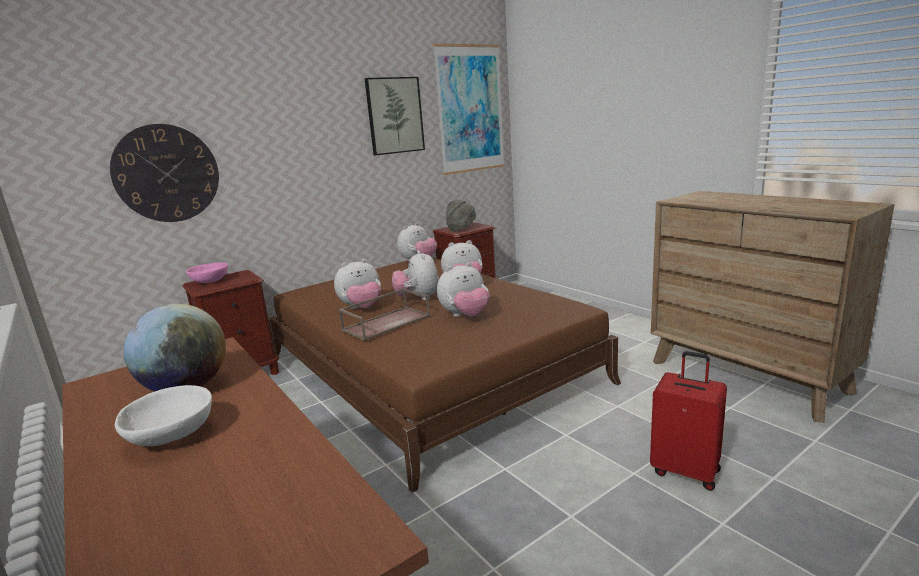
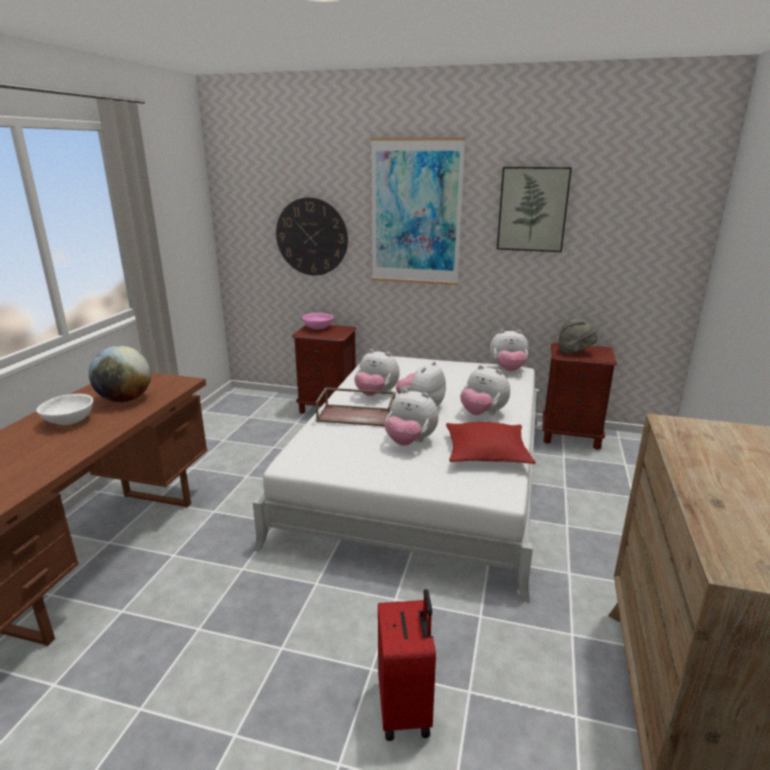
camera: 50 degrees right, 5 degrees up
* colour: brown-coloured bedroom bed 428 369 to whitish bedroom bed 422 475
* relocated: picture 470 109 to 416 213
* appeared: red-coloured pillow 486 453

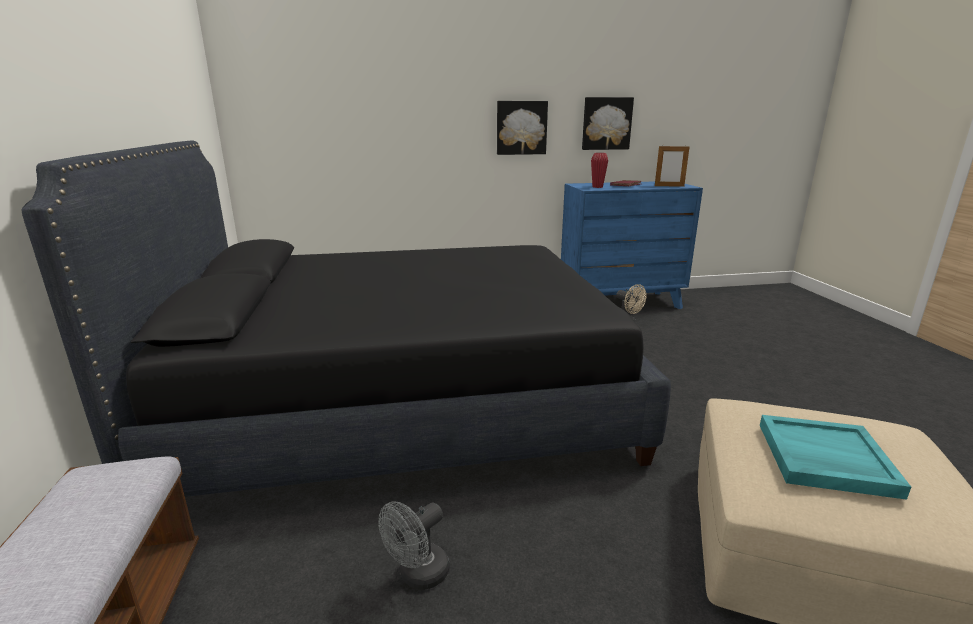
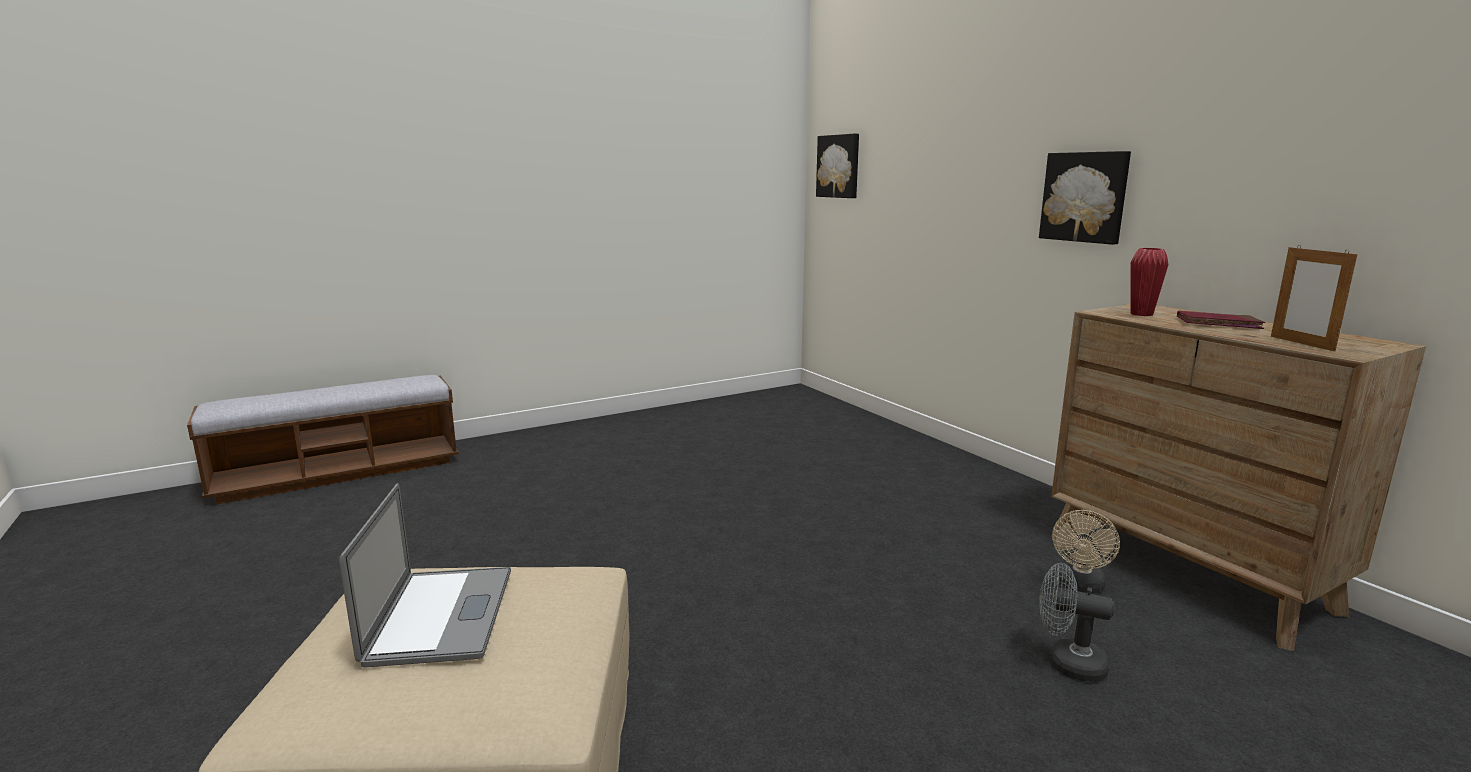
camera: 70 degrees right, 5 degrees down
* exchanged: turquoise-coloured tray 824 459 to laptop 441 615
* relocated: picture 606 123 to 839 166
* relocated: grey cooling fan 418 575 to 1067 663
* colour: bluish chest of drawers 620 303 to brown-coloured chest of drawers 1186 572
* missing: black-coloured bedroom bed 404 401

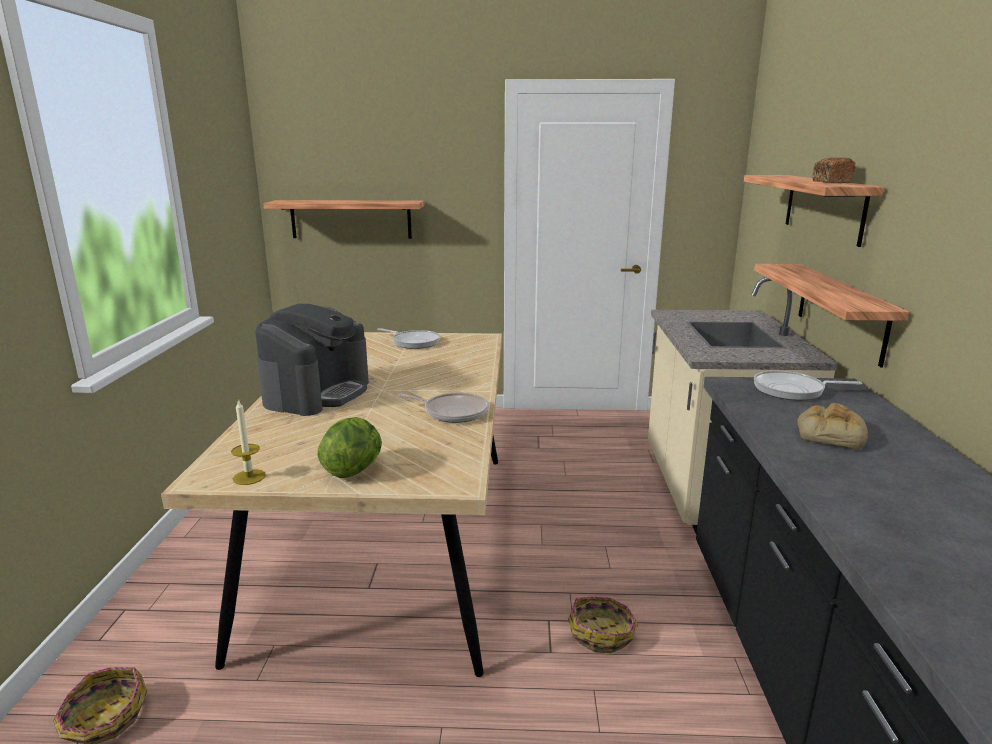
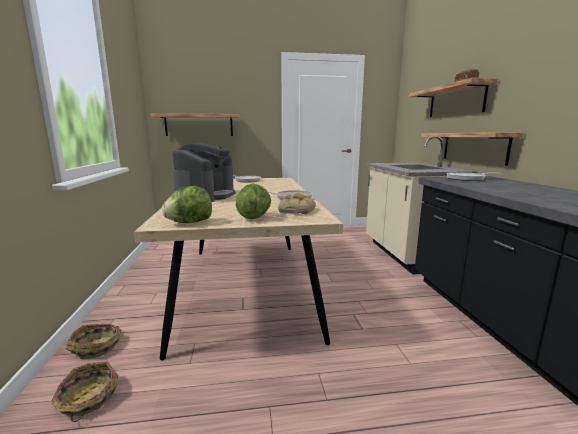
camera: 10 degrees left, 5 degrees down
* relocated: storage basket 602 633 to 97 346
* exchanged: candle 249 477 to lettuce head 189 223
* relocated: baked bread 829 434 to 296 210

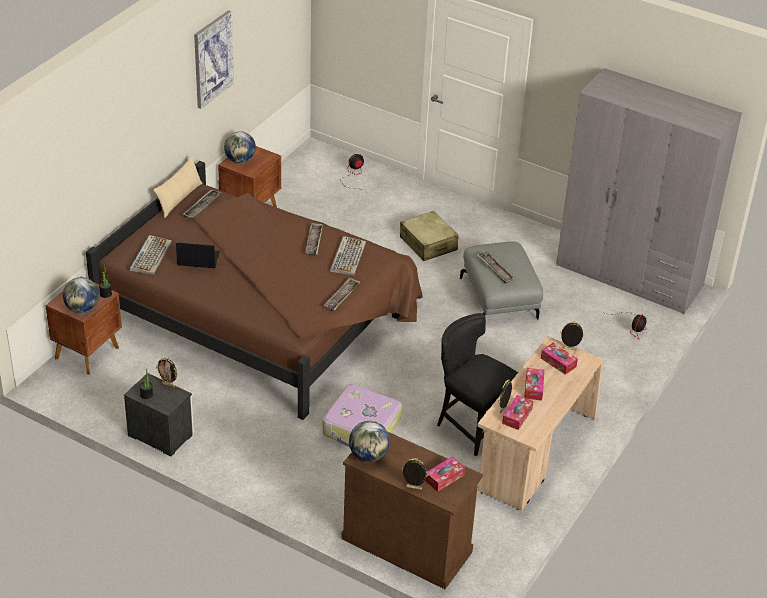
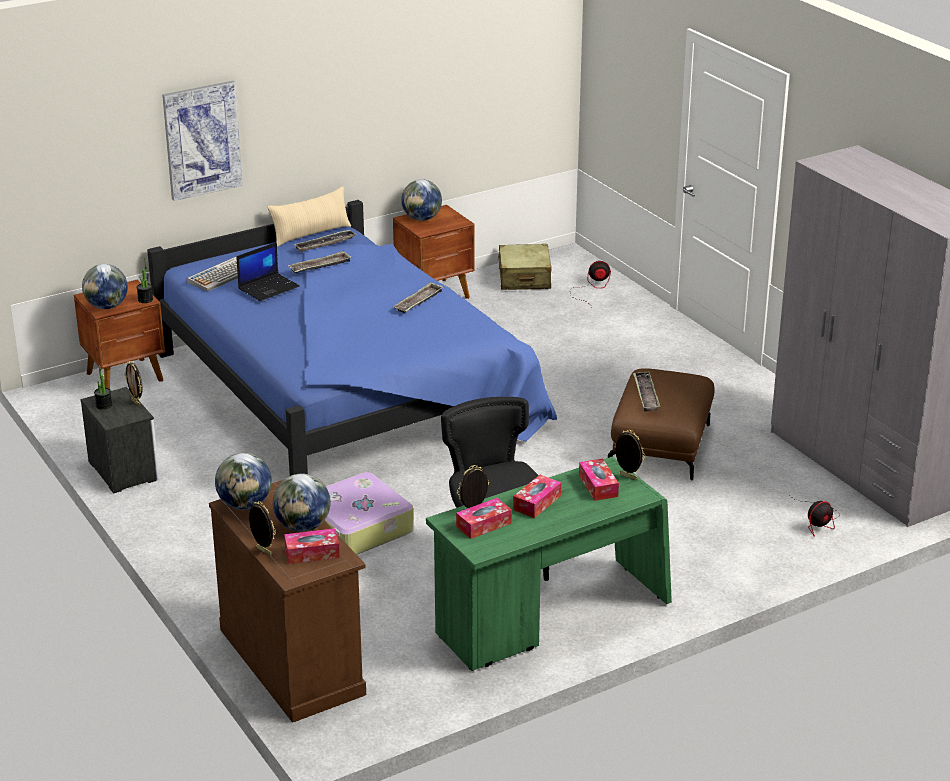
camera: 30 degrees right, 10 degrees down
* colour: brown-coloured bedroom bed 260 317 to bluish bedroom bed 347 392
* relocated: picture 212 59 to 202 140
* spun: laptop 197 259 = 269 287 105 degrees clockwise
* appeared: globe 303 526
* relocated: tray 342 297 to 320 266
* colour: beige-coloured desk 535 453 to green-coloured desk 550 617
* relocated: beige-coloured suitcase 428 244 to 524 278
* colour: grey ottoman 500 298 to brown-coloured ottoman 661 447
* missing: keyboard 347 256

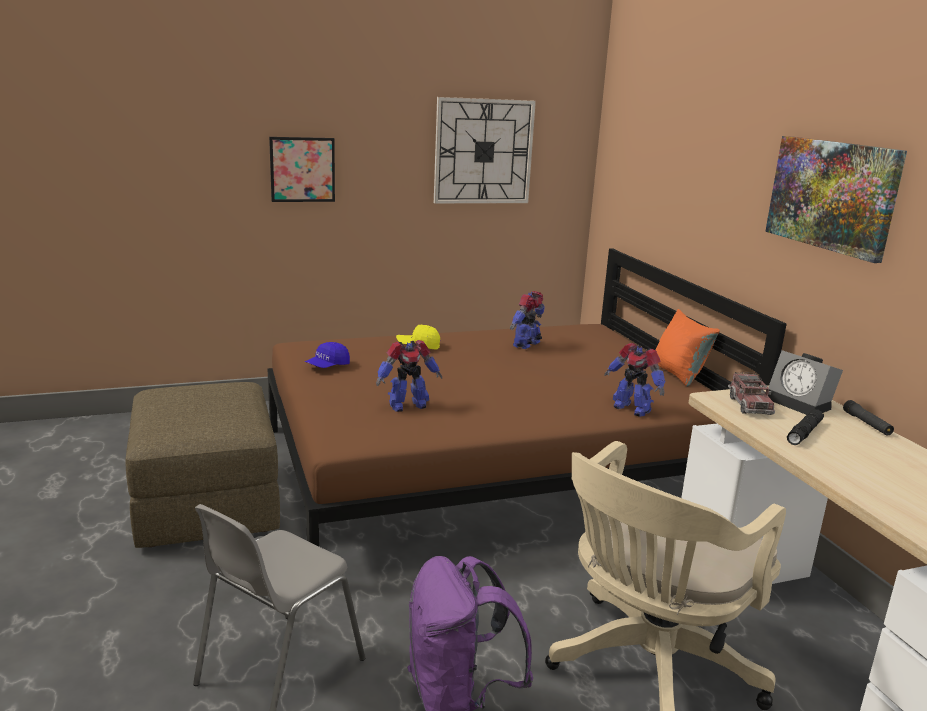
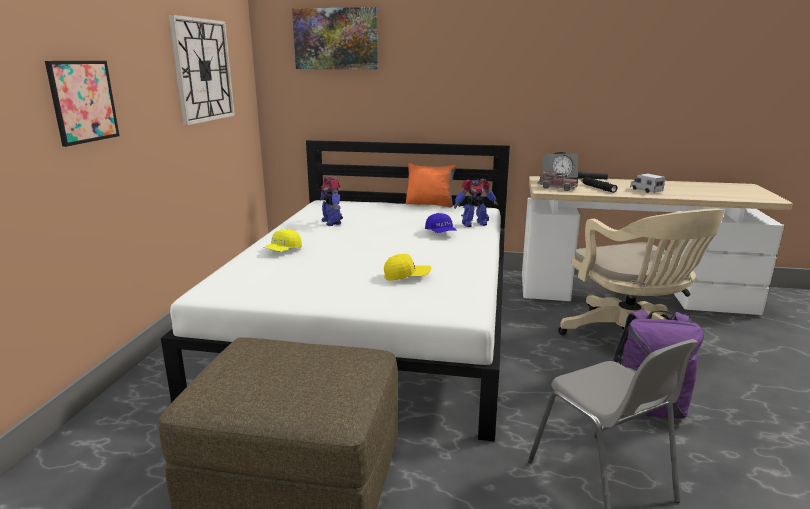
camera: 60 degrees left, 0 degrees up
* colour: brown-coloured bedroom bed 490 470 to whitish bedroom bed 377 321
* relocated: picture 832 195 to 336 39
* exchanged: model robot 407 405 to yellow-coloured peaked cap 407 277
* relocated: bluish peaked cap 327 366 to 441 232
* appeared: toy lorry 645 190

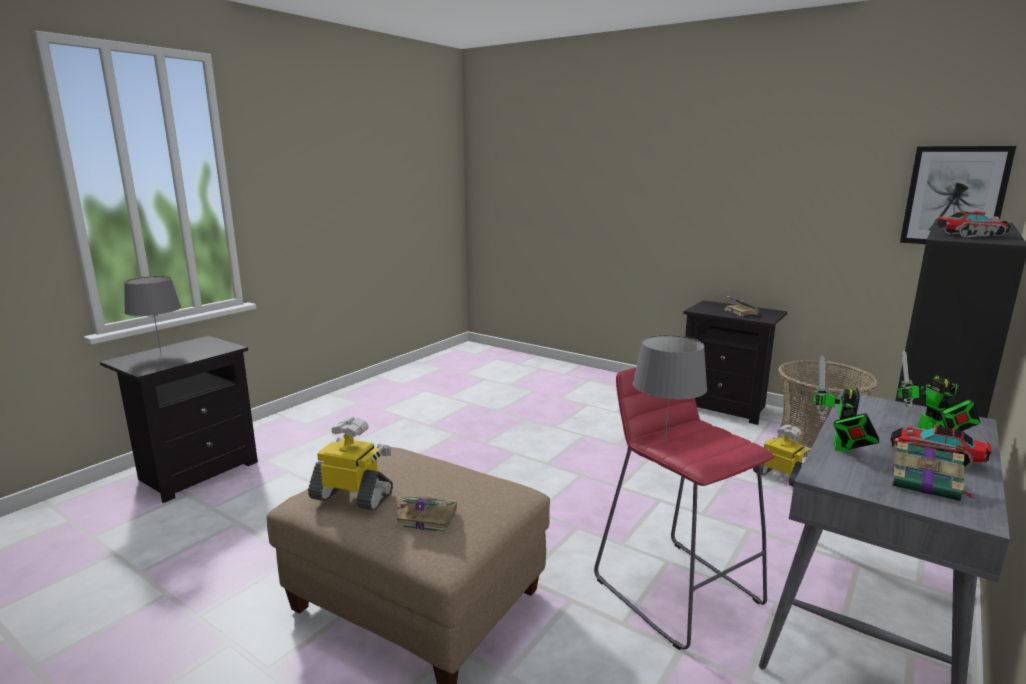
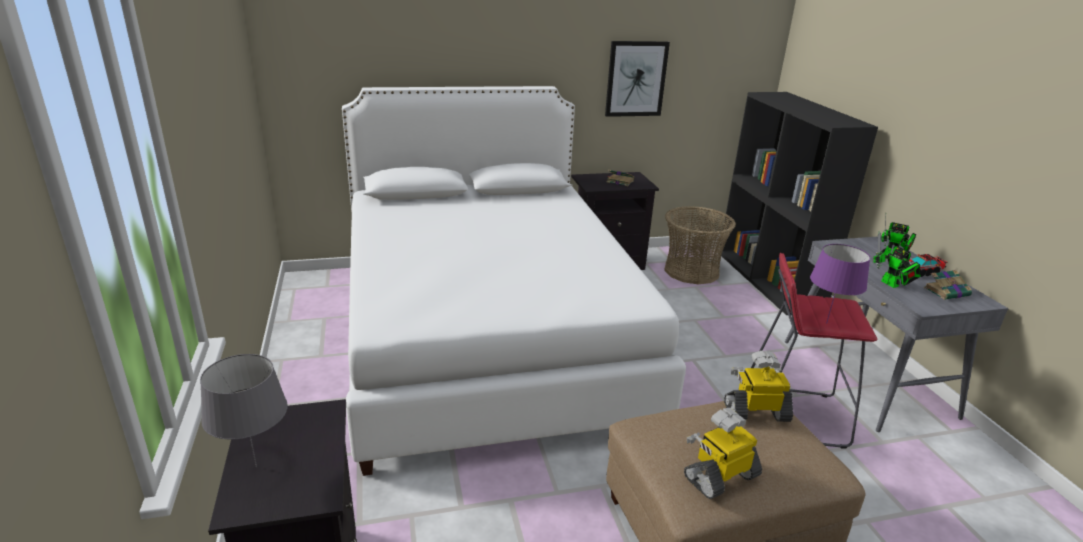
camera: 50 degrees left, 10 degrees up
* appeared: whitish bedroom bed 486 336
* relocated: picture 954 196 to 636 79
* relocated: model robot 782 477 to 756 412
* colour: grey tabletop lamp 664 445 to purple-coloured tabletop lamp 826 323
* missing: book 425 517
* missing: toy lorry 971 235

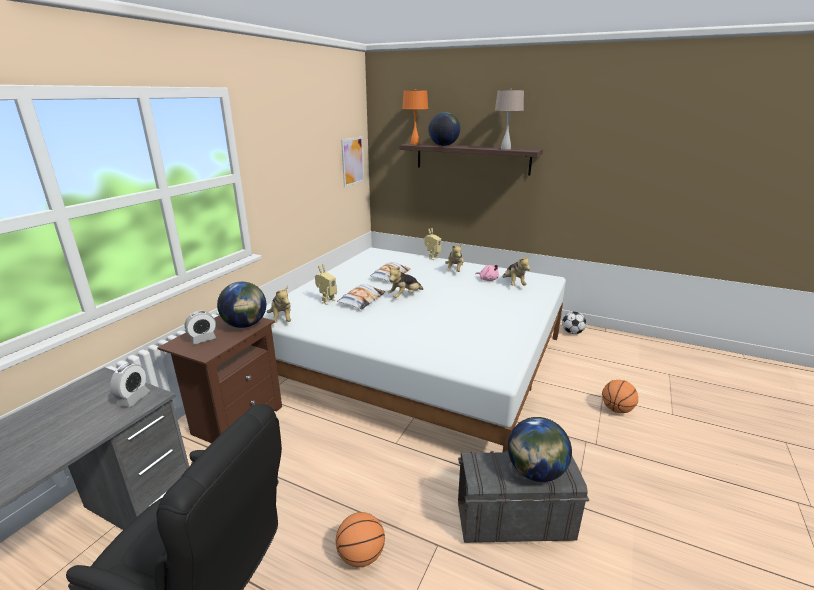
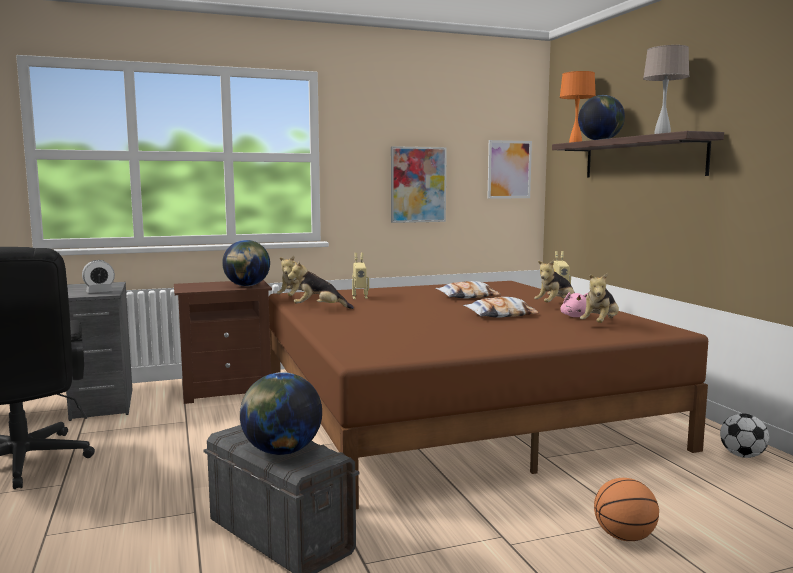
camera: 45 degrees right, 15 degrees down
* colour: whitish bedroom bed 418 360 to brown-coloured bedroom bed 453 408
* relocated: soft toy 405 296 to 319 308
* appeared: picture 418 184
* relocated: pillow 361 300 to 501 315
* missing: table clock 203 339
* missing: basketball 361 555

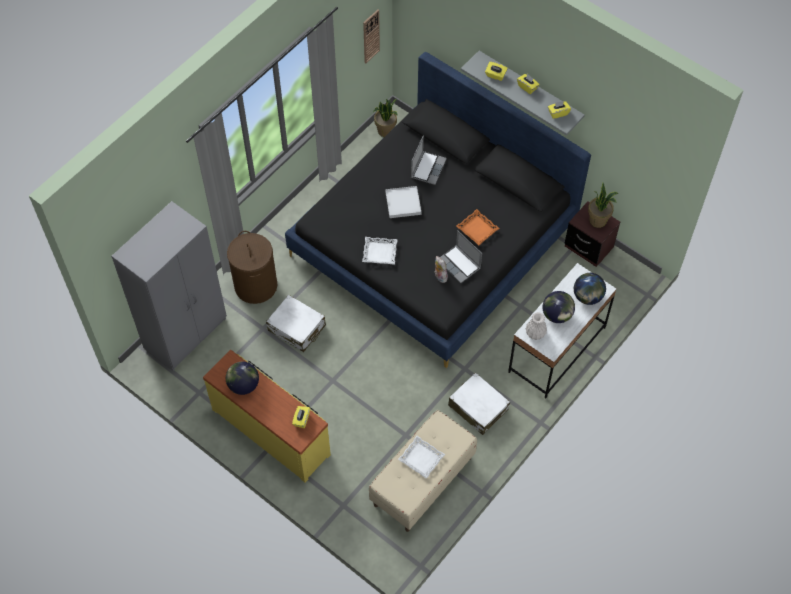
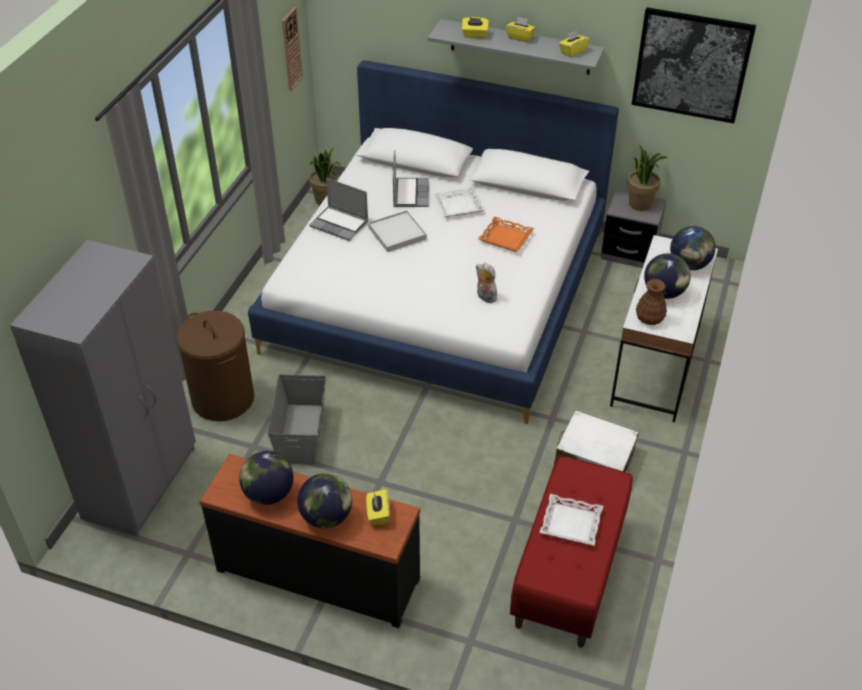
camera: 20 degrees left, 15 degrees down
* colour: yellow-coloured chest of drawers 272 431 to black-coloured chest of drawers 319 572
* colour: black-coloured bedroom bed 434 240 to whitish bedroom bed 439 291
* exchanged: whitish suitcase 297 328 to grey storage container 301 433
* appeared: globe 327 517
* relocated: laptop 459 264 to 340 224
* relocated: whitish tray 379 253 to 459 206
* colour: beige-coloured indoor bench 422 482 to red-coloured indoor bench 569 573
* colour: brown-coloured night table 588 247 to grey night table 629 253
* appeared: picture 691 65
* colour: whitish flower vase 535 333 to brown-coloured flower vase 649 319

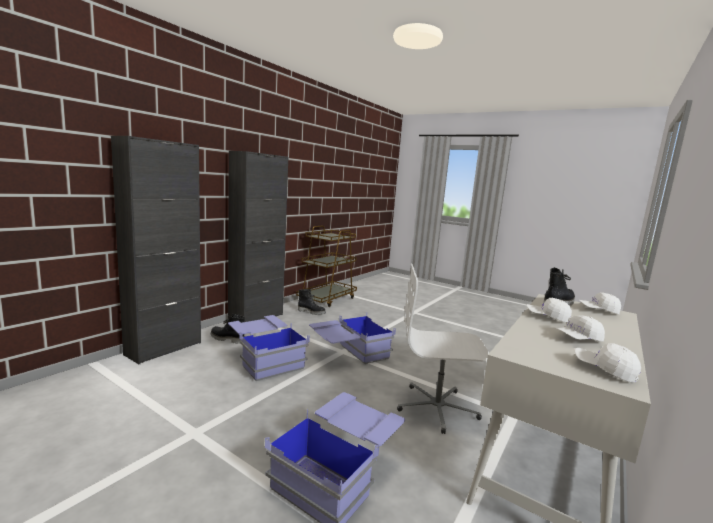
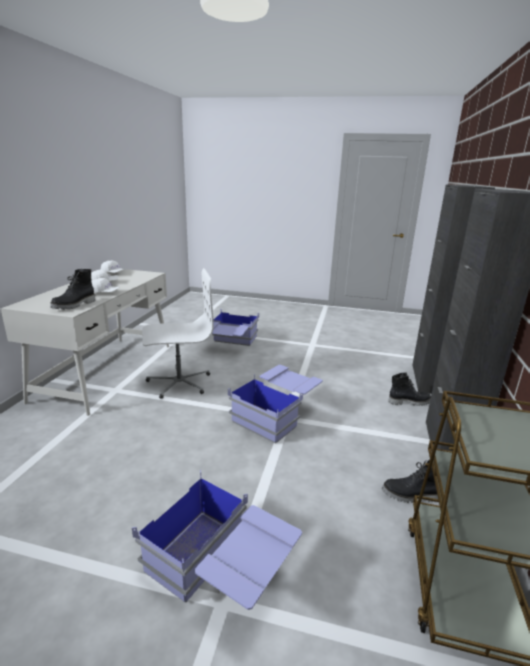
camera: 160 degrees right, 10 degrees up
* relocated: bluish storage container 265 359 to 220 572
* missing: whitish peaked cap 598 310

